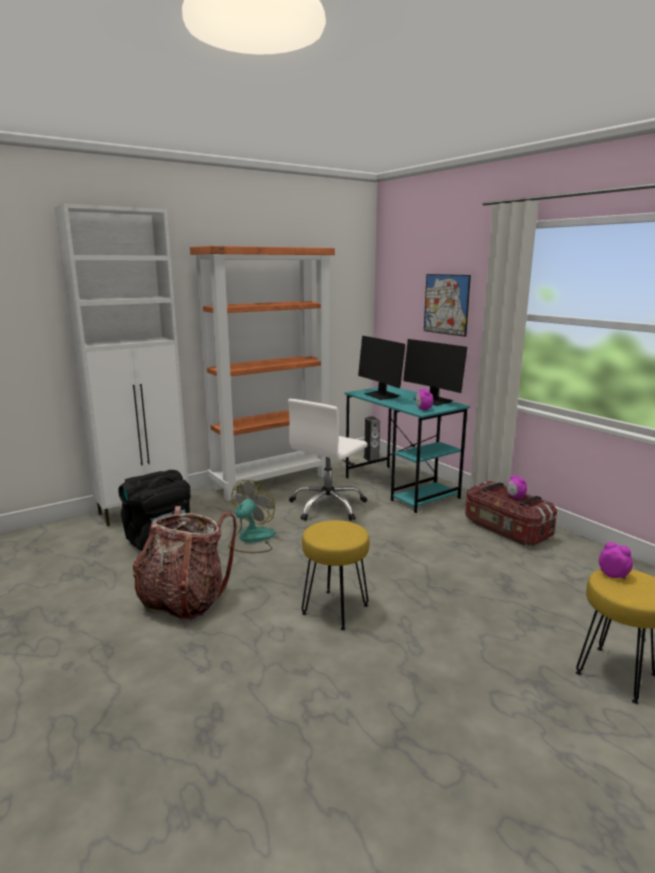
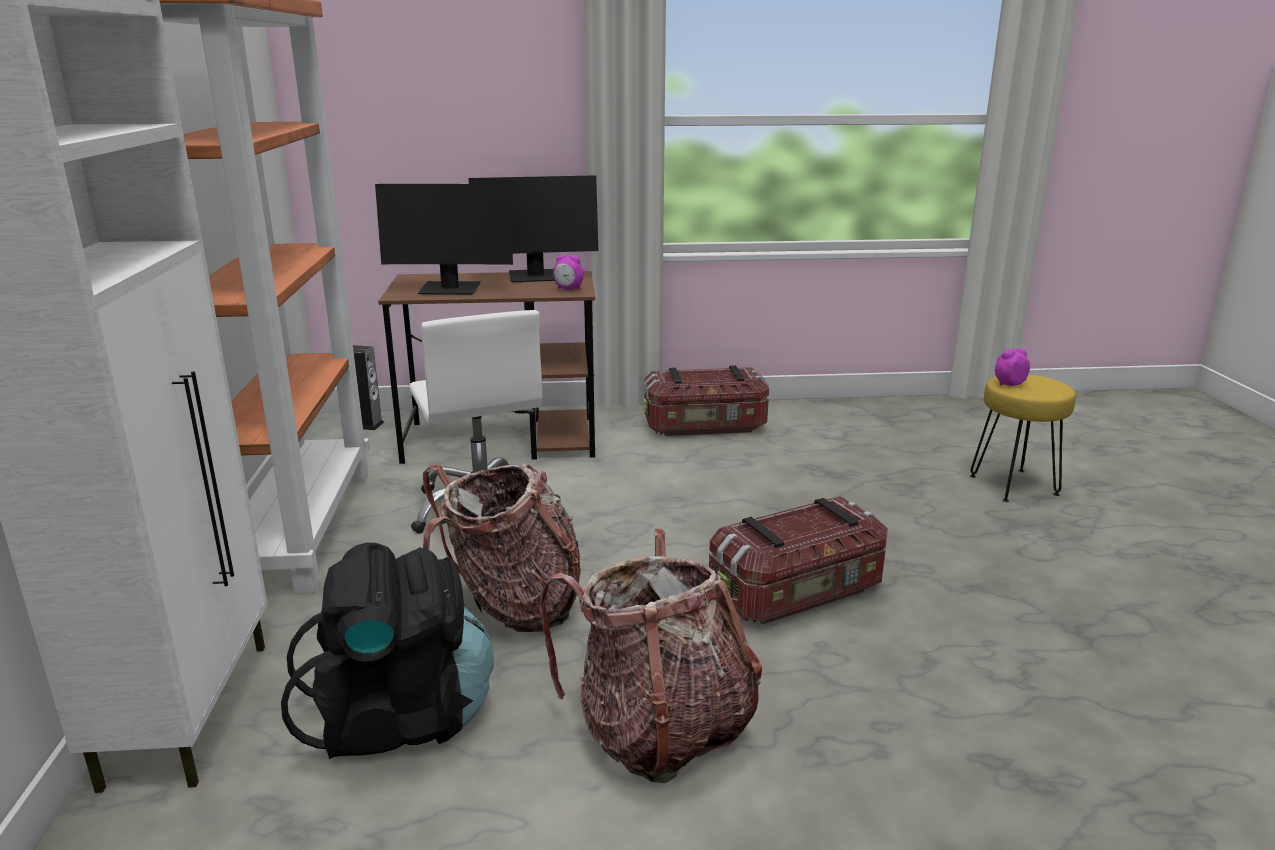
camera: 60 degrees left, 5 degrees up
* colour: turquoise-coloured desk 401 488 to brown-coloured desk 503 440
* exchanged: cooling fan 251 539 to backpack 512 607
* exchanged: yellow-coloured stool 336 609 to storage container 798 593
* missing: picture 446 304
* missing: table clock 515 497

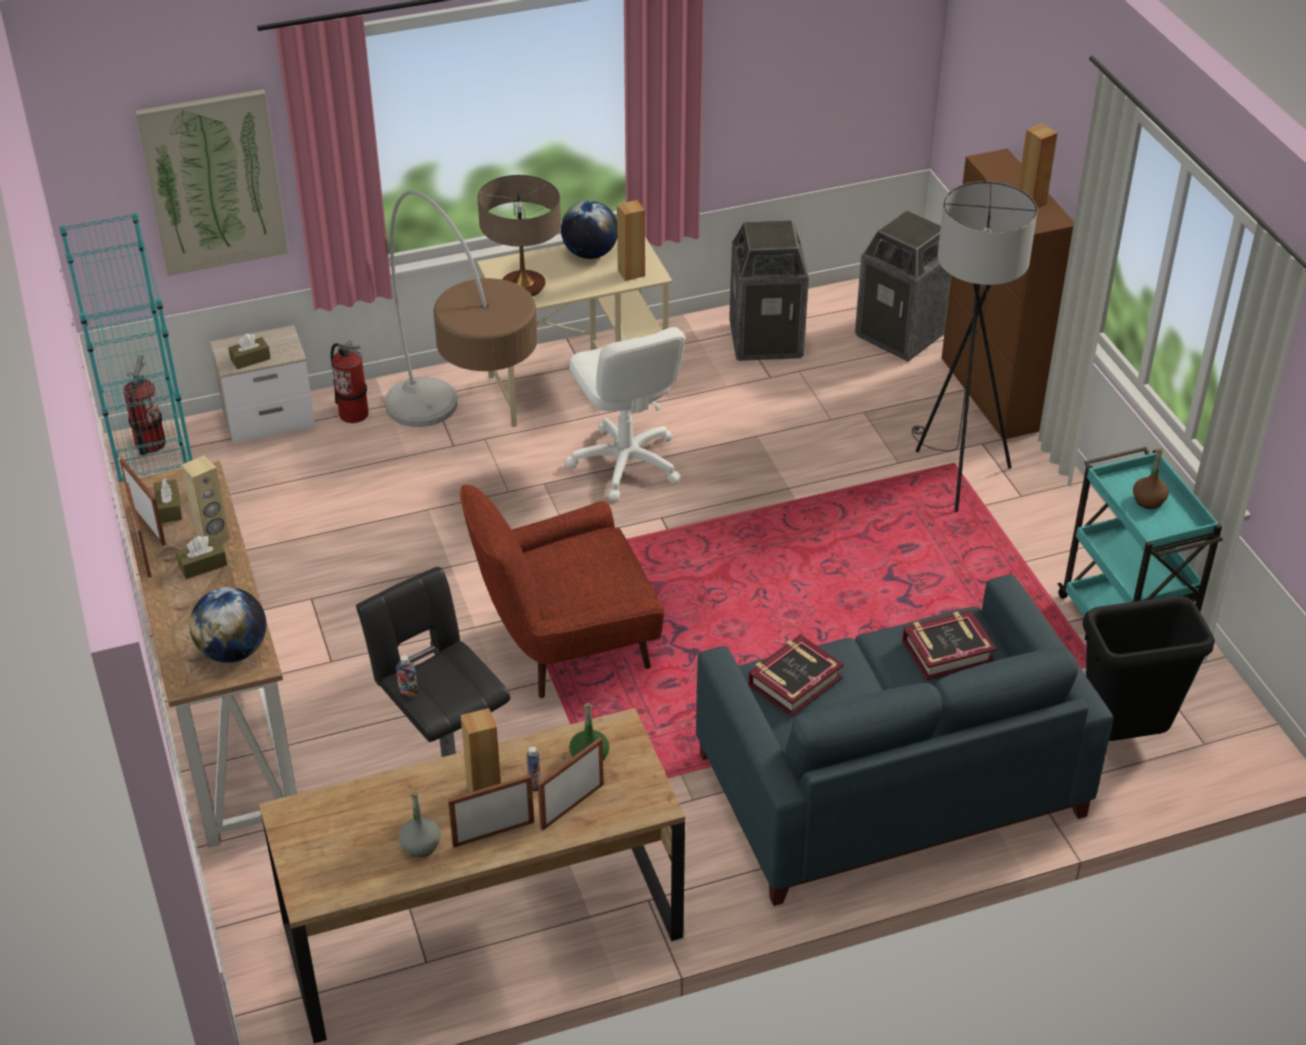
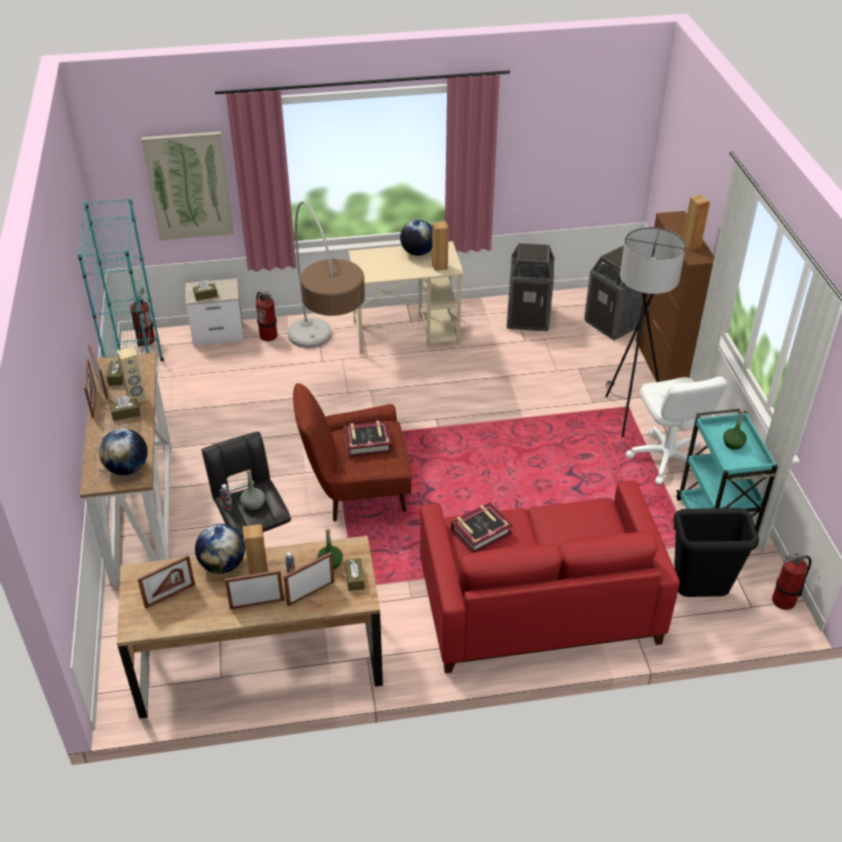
camera: 10 degrees right, 0 degrees up
* appeared: photo frame 170 595
* appeared: globe 223 564
* relocated: grey bottle 421 845 to 253 504
* relocated: book 947 651 to 368 442
* appeared: brown-coloured tissue holder 355 578
* colour: bluish settee 888 783 to red-coloured settee 537 604
* relocated: whitish desk chair 625 463 to 666 458
* colour: brown-coloured bottle 1148 500 to green-coloured bottle 733 443
* appeared: extinguisher 784 601
* missing: tabletop lamp 523 287

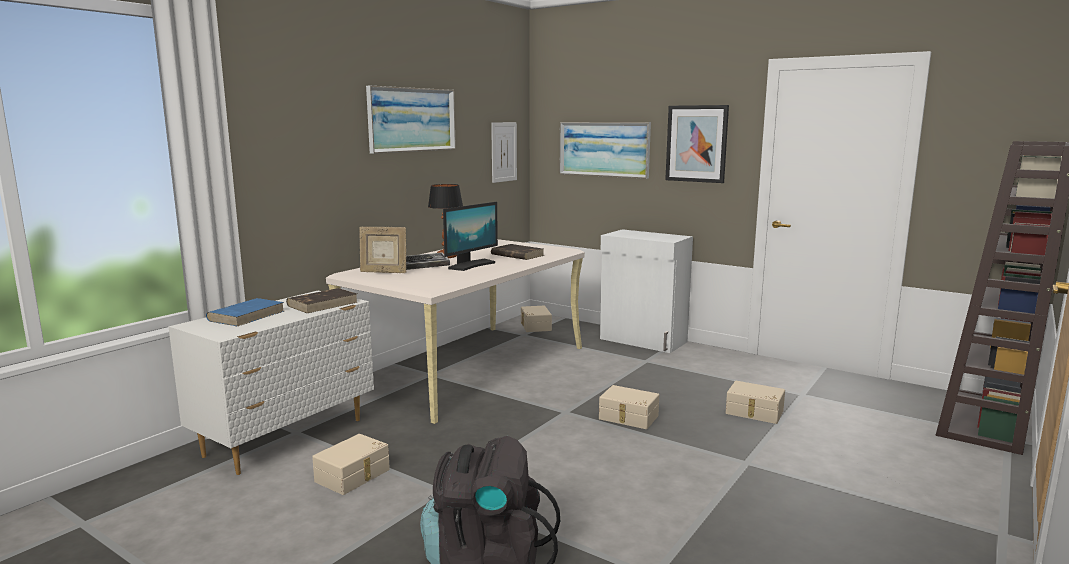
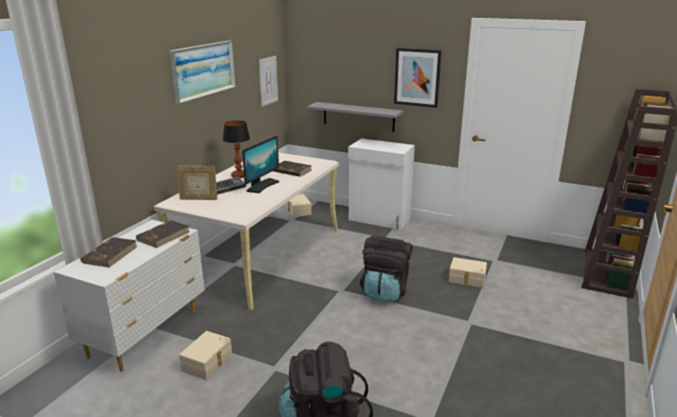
camera: 10 degrees left, 10 degrees up
* colour: bluish book 247 315 to brown-coloured book 110 254
* appeared: grey shelf 358 116
* exchanged: beige-coloured storage container 628 418 to black-coloured backpack 385 291
* missing: picture 604 149

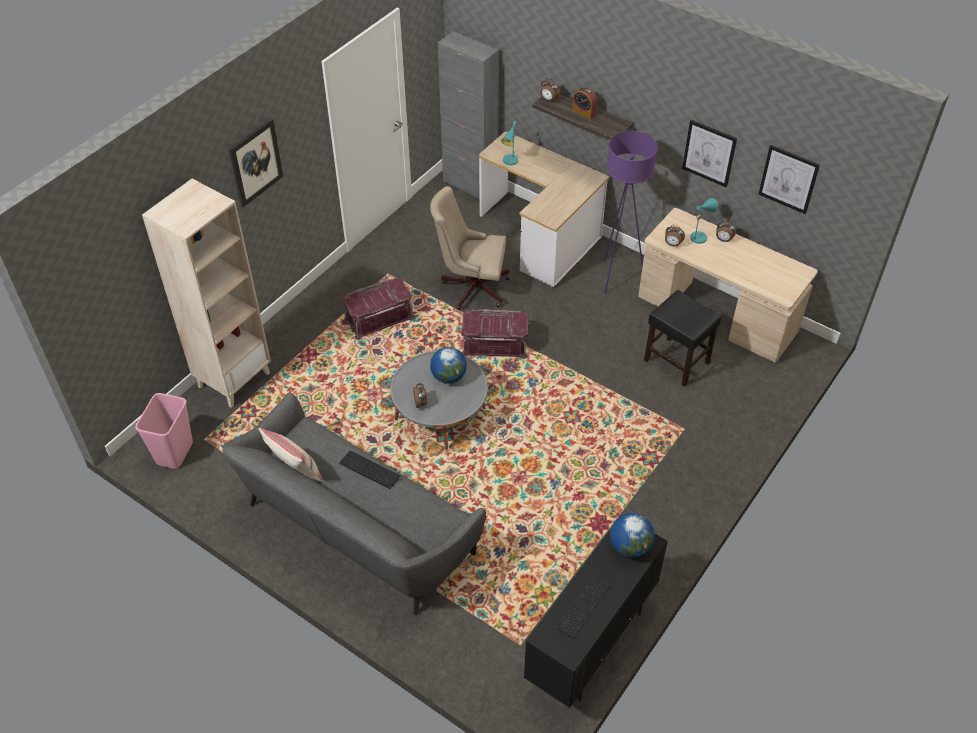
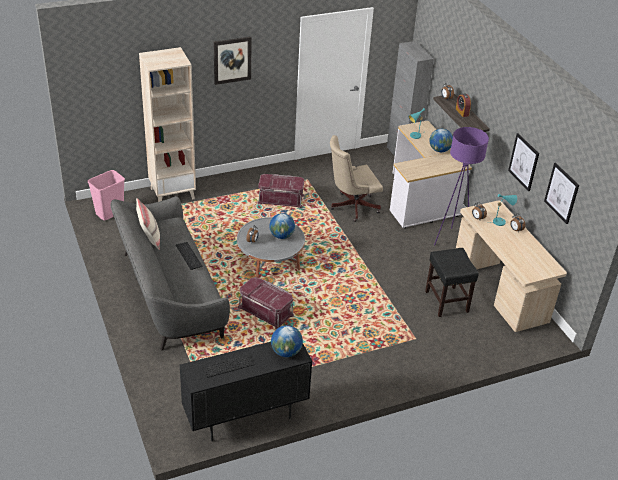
camera: 30 degrees right, 10 degrees down
* relocated: red-coloured storage container 495 344 to 266 311
* spun: beige-coloured desk chair 471 287 = 351 206 60 degrees counterclockwise
* appeared: globe 439 150

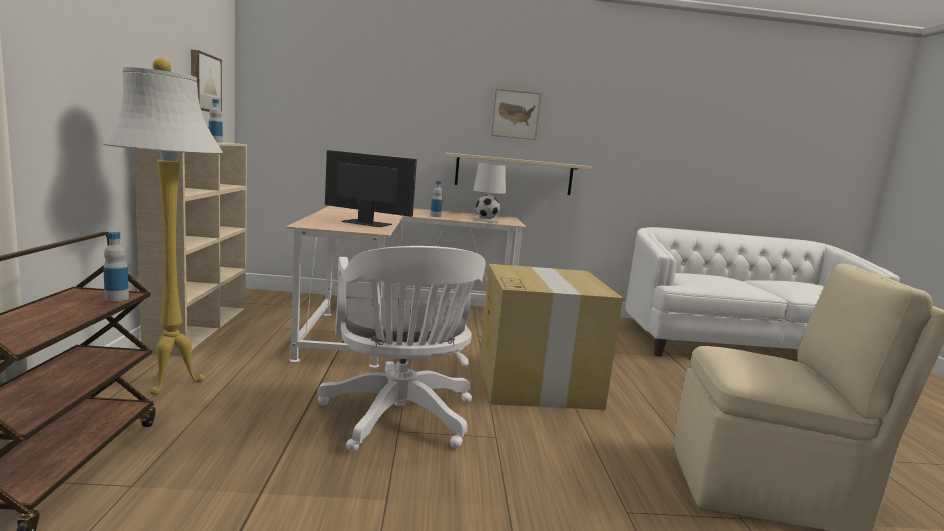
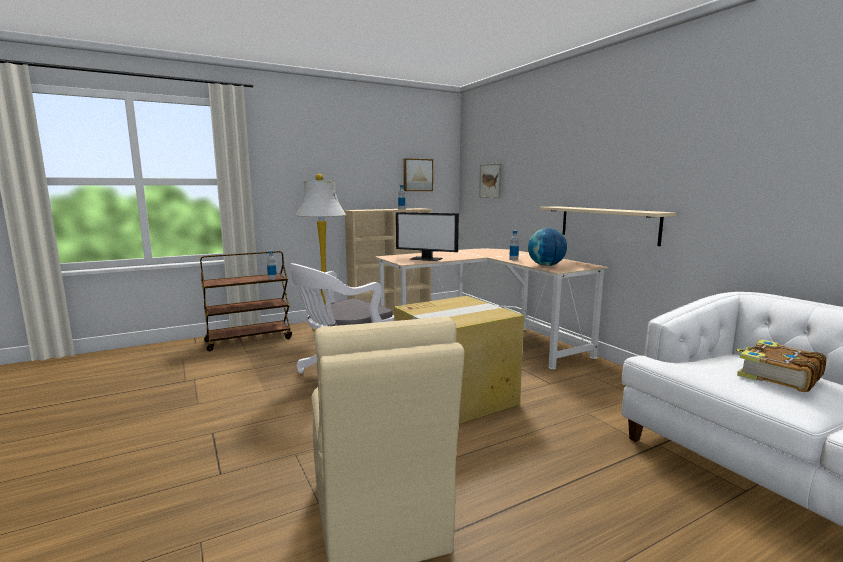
camera: 65 degrees right, 0 degrees up
* spun: monitor 366 223 = 426 258 120 degrees clockwise
* relocated: picture 515 114 to 490 181
* exchanged: whitish tabletop lamp 486 220 to globe 546 265
* appeared: book 777 376

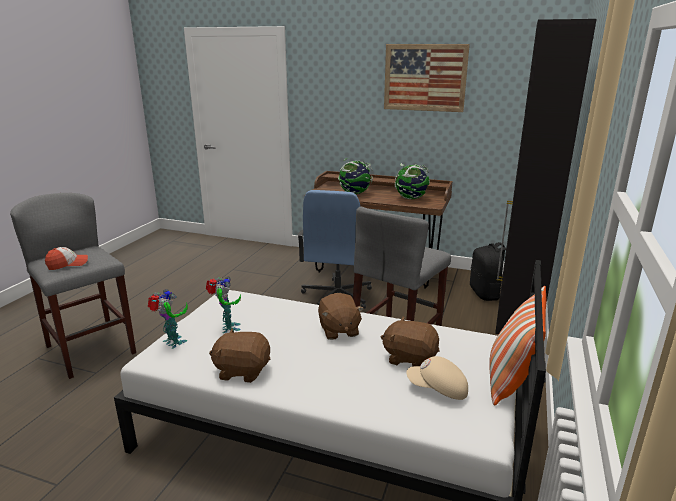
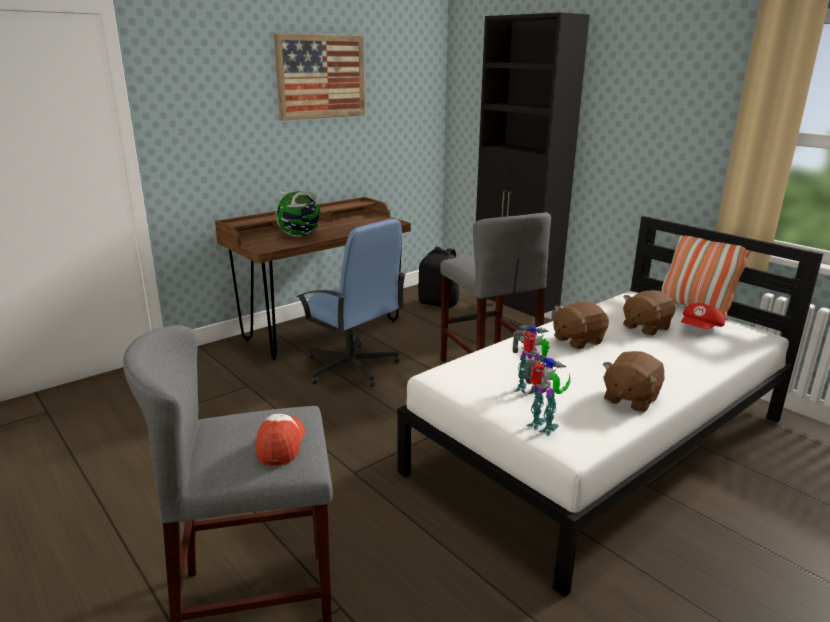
camera: 60 degrees left, 0 degrees up
* spun: model robot 173 343 = 542 428 60 degrees clockwise
* spun: brown-coloured soft toy 338 330 = 577 340 135 degrees clockwise
* colour: beige-coloured peaked cap 438 389 to red-coloured peaked cap 700 330
* missing: globe 411 198

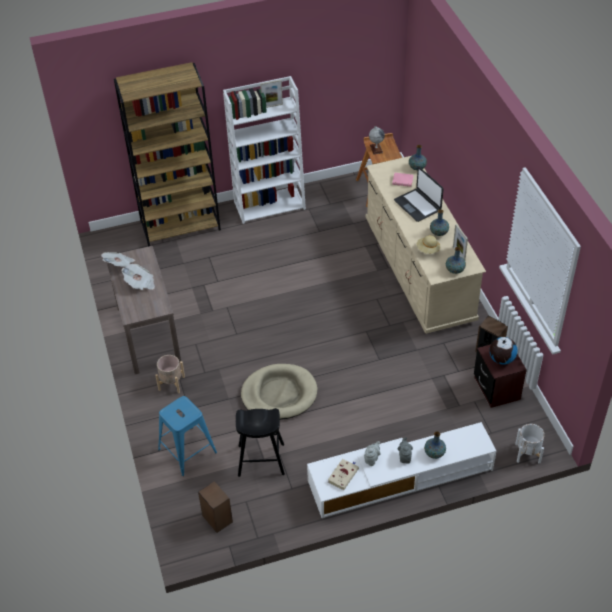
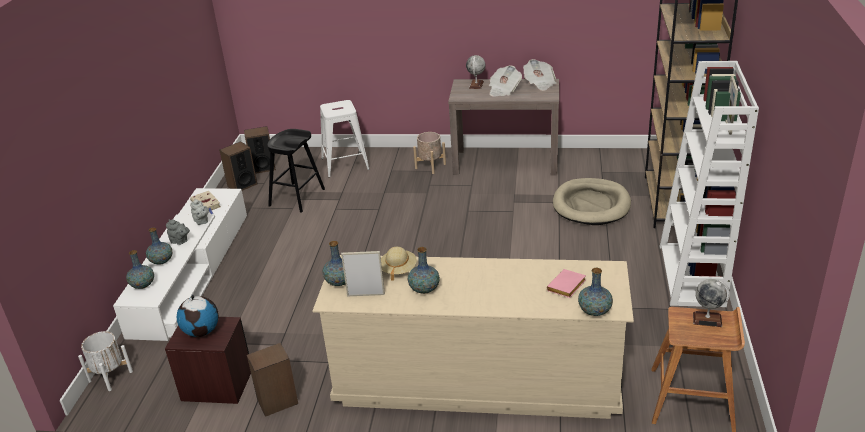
camera: 115 degrees right, 15 degrees down
* appeared: flower vase 143 285
* appeared: loudspeaker 242 185
* colour: bluish stool 187 451 to whitish stool 345 164
* appeared: globe 476 85
* relocated: beige-coloured dog bed 279 394 to 591 205
* missing: laptop 418 205

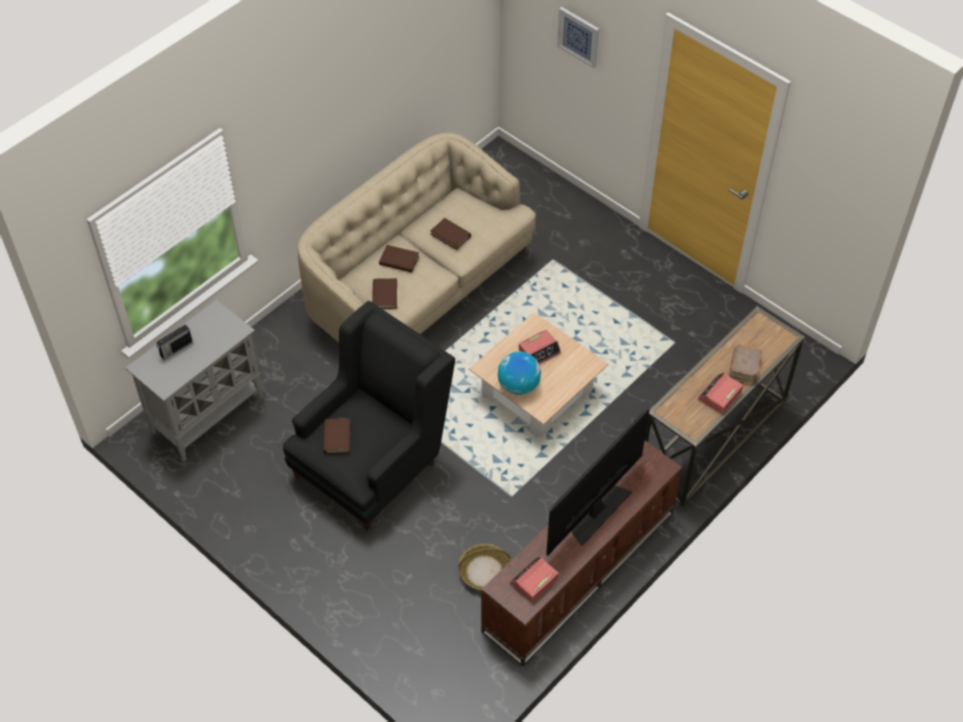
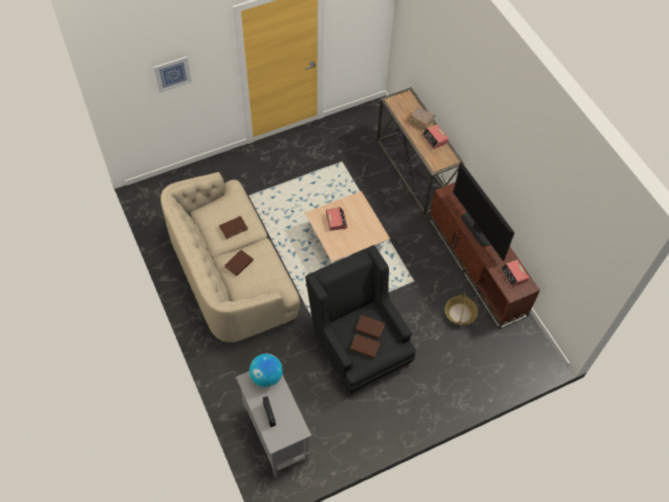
camera: 70 degrees left, 5 degrees up
* relocated: globe 518 385 to 266 377
* relocated: brown-coloured book 384 295 to 370 328

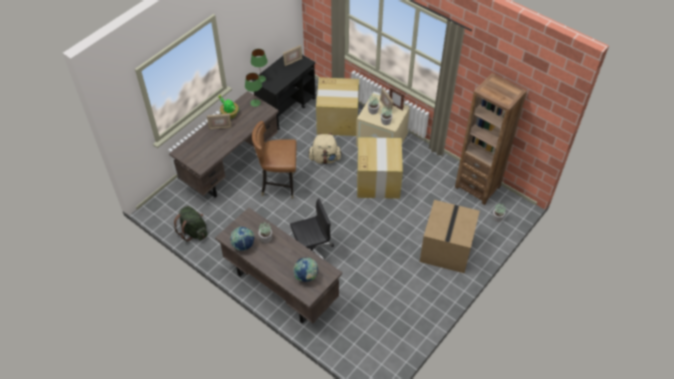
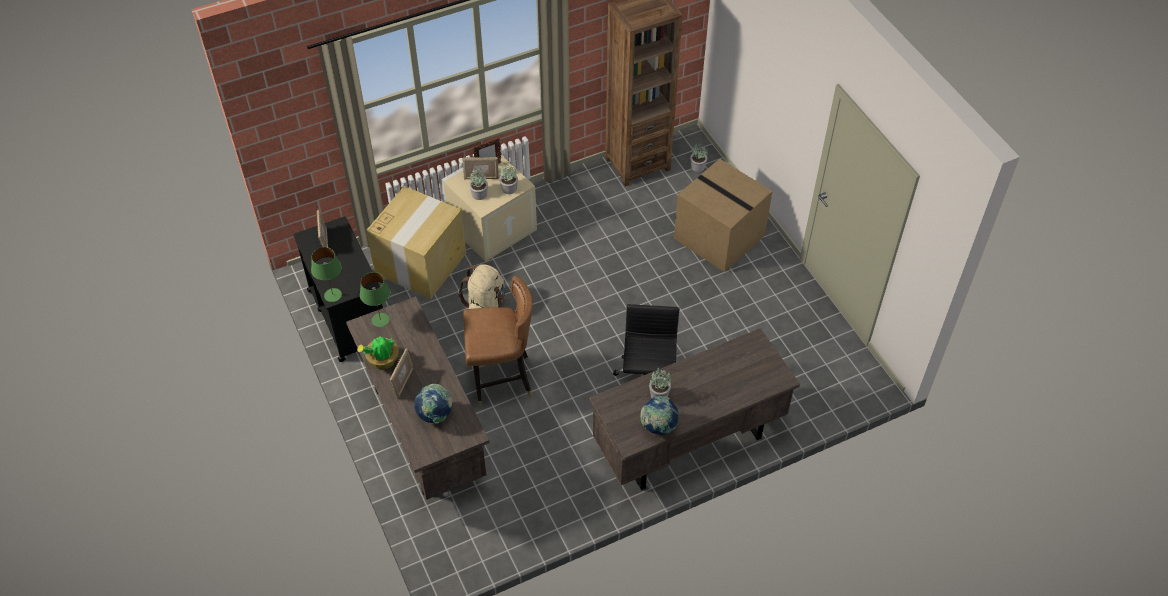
camera: 65 degrees left, 0 degrees up
* relocated: globe 306 276 to 435 415
* spun: brown-coloured chair 279 185 = 502 380 120 degrees counterclockwise
* missing: green-coloured backpack 193 231
* missing: packing box 378 180

